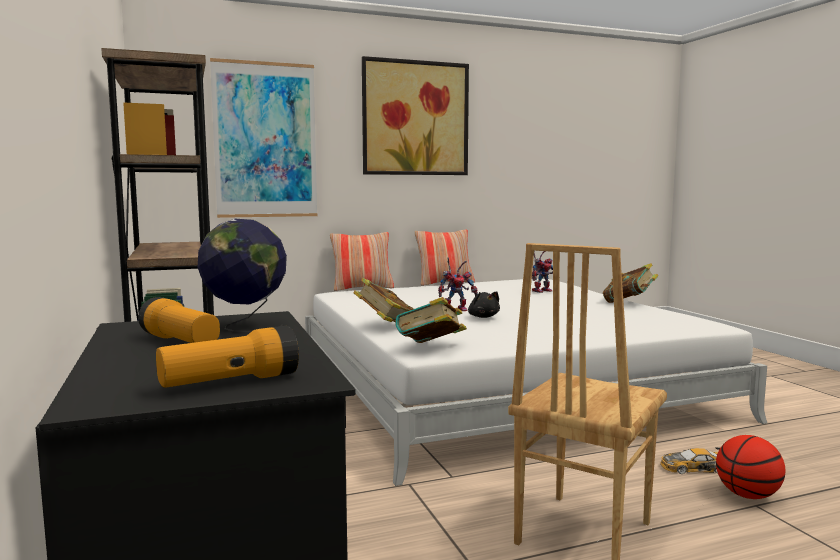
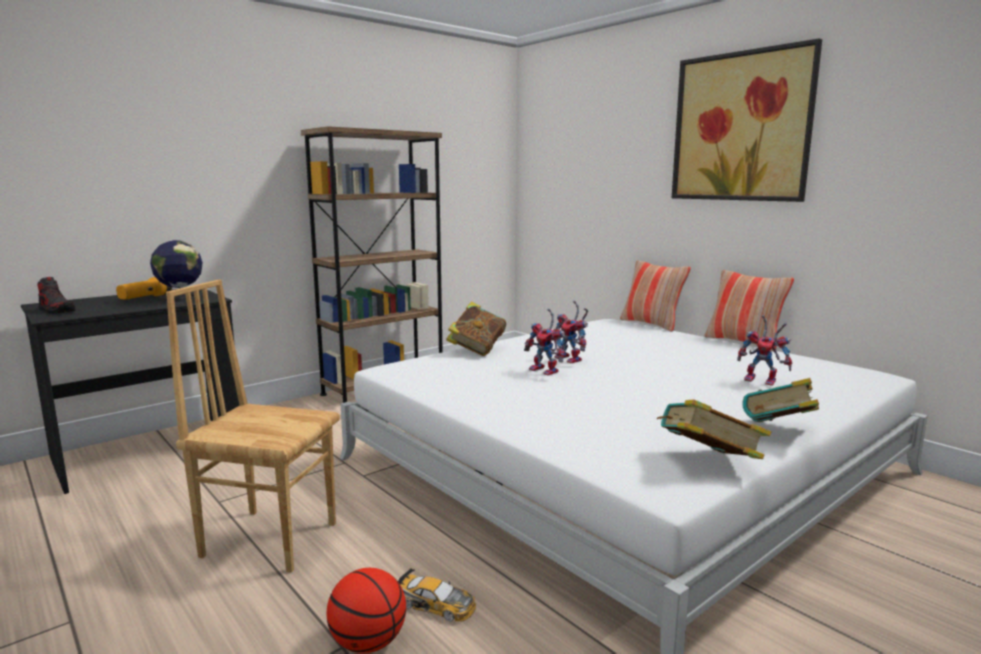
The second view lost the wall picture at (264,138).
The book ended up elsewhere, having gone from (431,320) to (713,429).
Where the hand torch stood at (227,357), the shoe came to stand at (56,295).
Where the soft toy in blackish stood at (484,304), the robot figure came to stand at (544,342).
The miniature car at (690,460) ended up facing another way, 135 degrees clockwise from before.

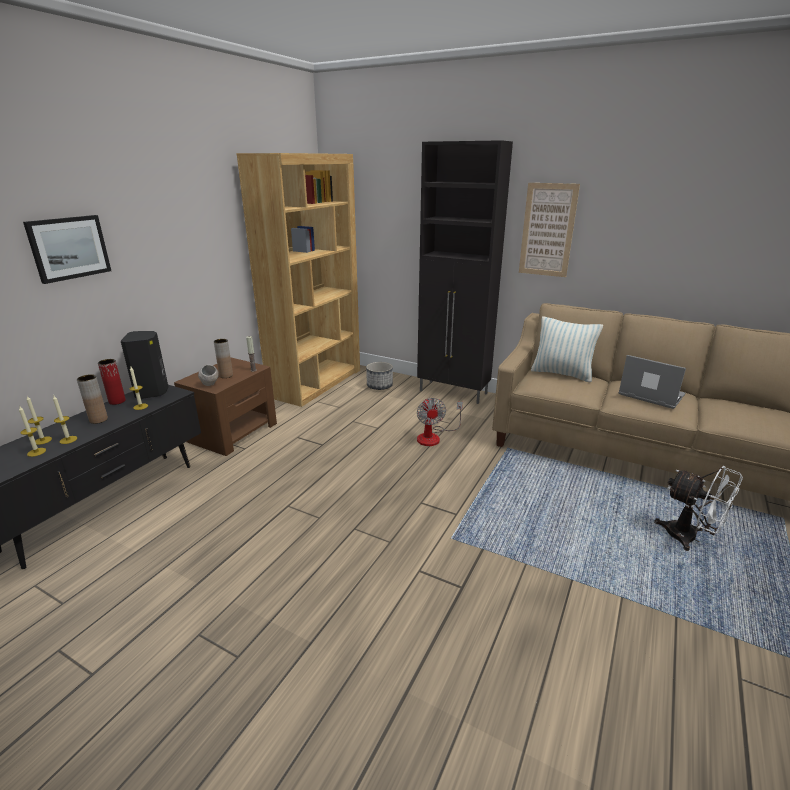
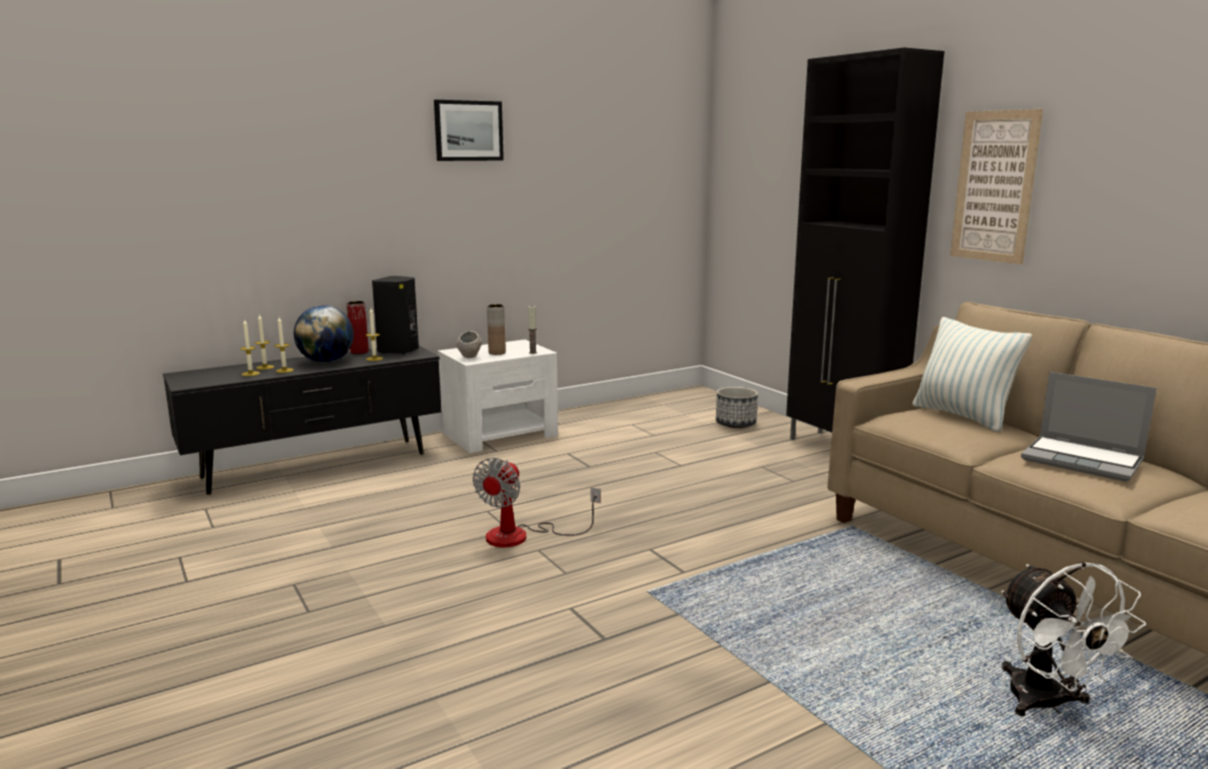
The second view lost the bookshelf in brownish at (298,280).
The wall picture ended up elsewhere, having gone from (67,249) to (469,130).
The electric fan ended up elsewhere, having gone from (440,421) to (537,502).
Where the vase in brownish stood at (92,399), the globe came to stand at (324,334).
What was the bedside table in brownish at (225,407) turned into the bedside table in whitish at (498,396).
The laptop at (652,382) ended up facing another way, 150 degrees clockwise from before.

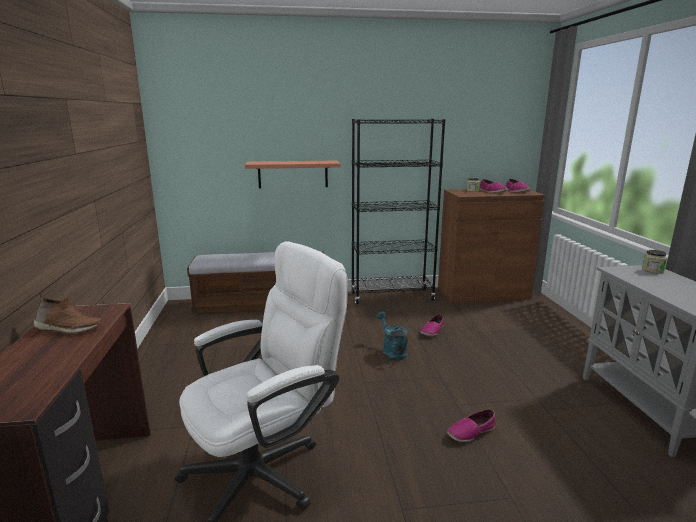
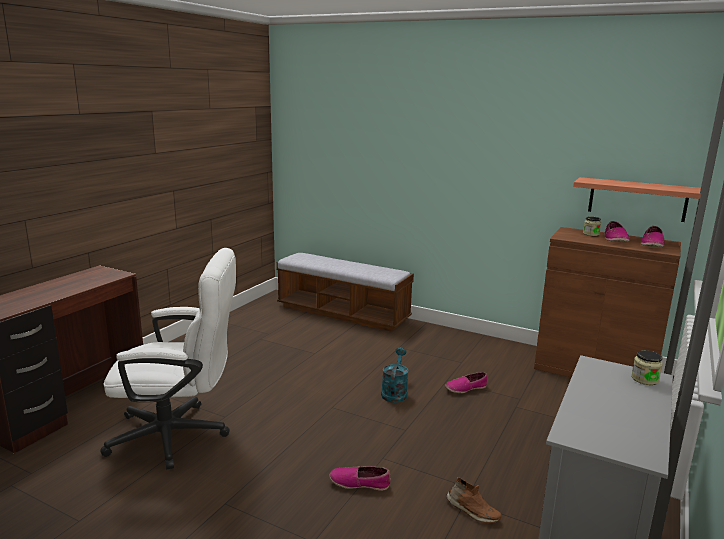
The second view lost the bookshelf in blackish at (398,211).
The shoe in brownish ended up elsewhere, having gone from (67,315) to (473,500).
The wall shelf ended up elsewhere, having gone from (292,175) to (637,199).

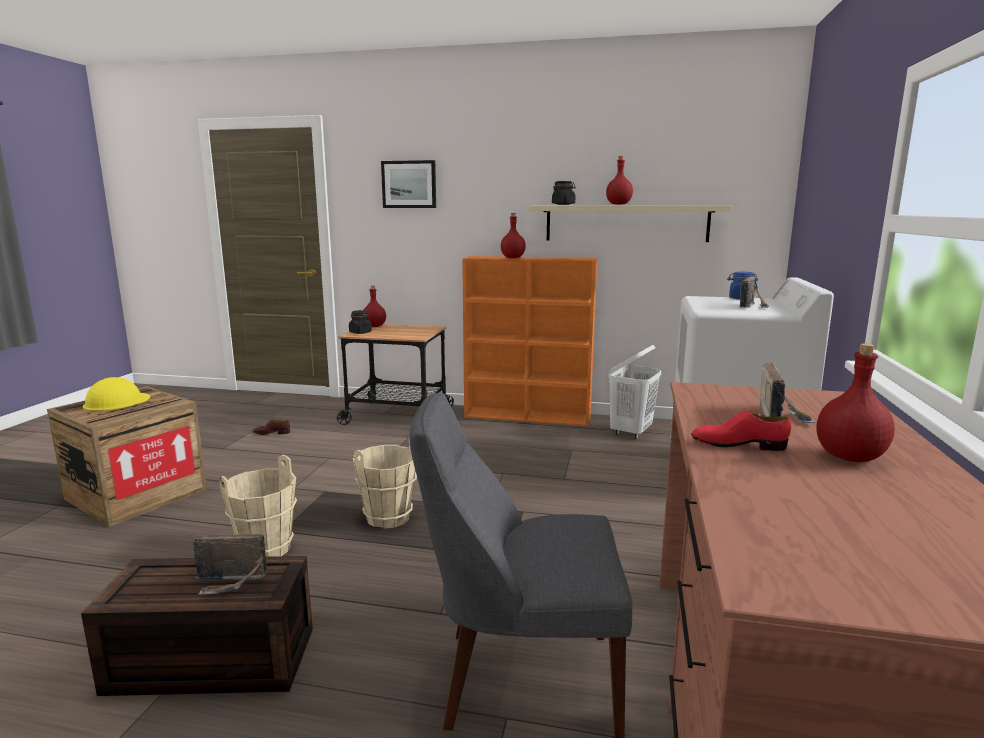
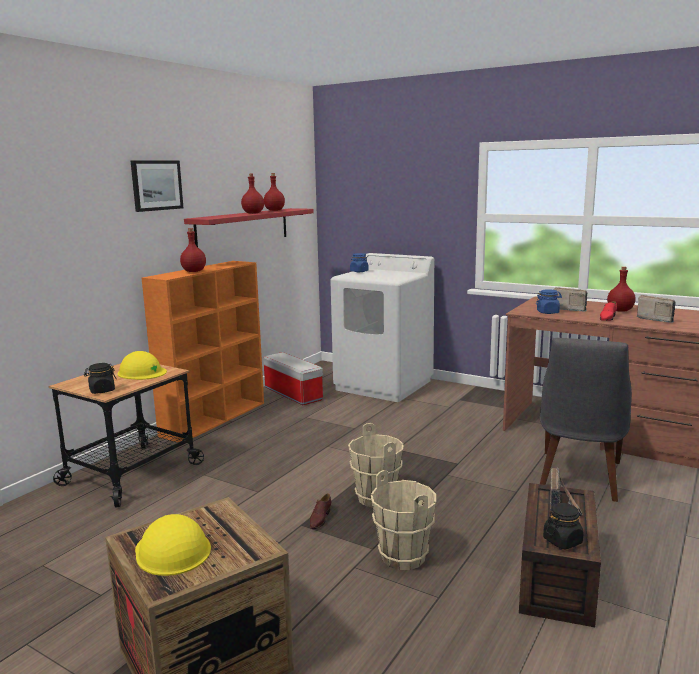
The second view gained the safety helmet in yellow-coloured at (142,365).
The second view gained the jar in bluish at (549,301).
The shoe in brownish ended up elsewhere, having gone from (271,427) to (320,511).
The bottle in reddish ended up elsewhere, having gone from (375,306) to (274,192).
The wall picture ended up elsewhere, having gone from (408,184) to (157,186).
The jar in blackish ended up elsewhere, having gone from (564,193) to (563,526).
The radio ended up elsewhere, having gone from (754,292) to (656,309).
Where the laundry basket in whitish stood at (634,392), the storage bin came to stand at (293,378).
What was the wall shelf in beige at (630,223) turned into the wall shelf in reddish at (249,227).

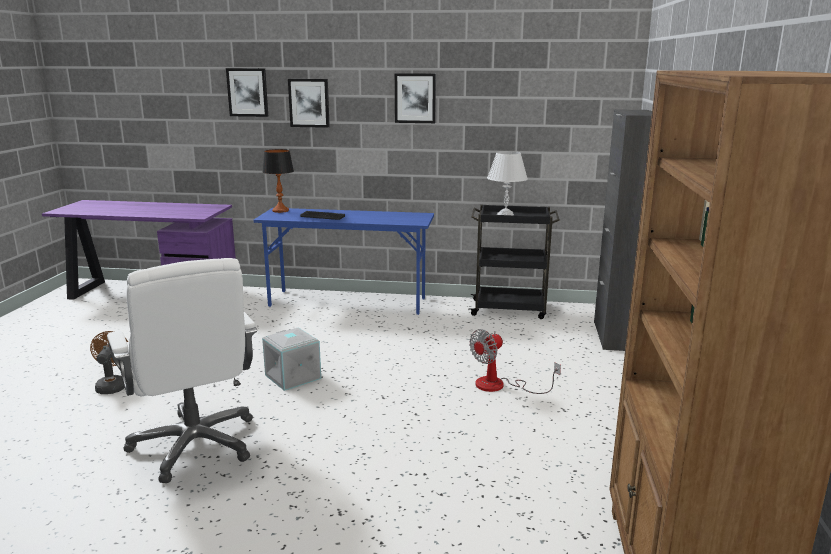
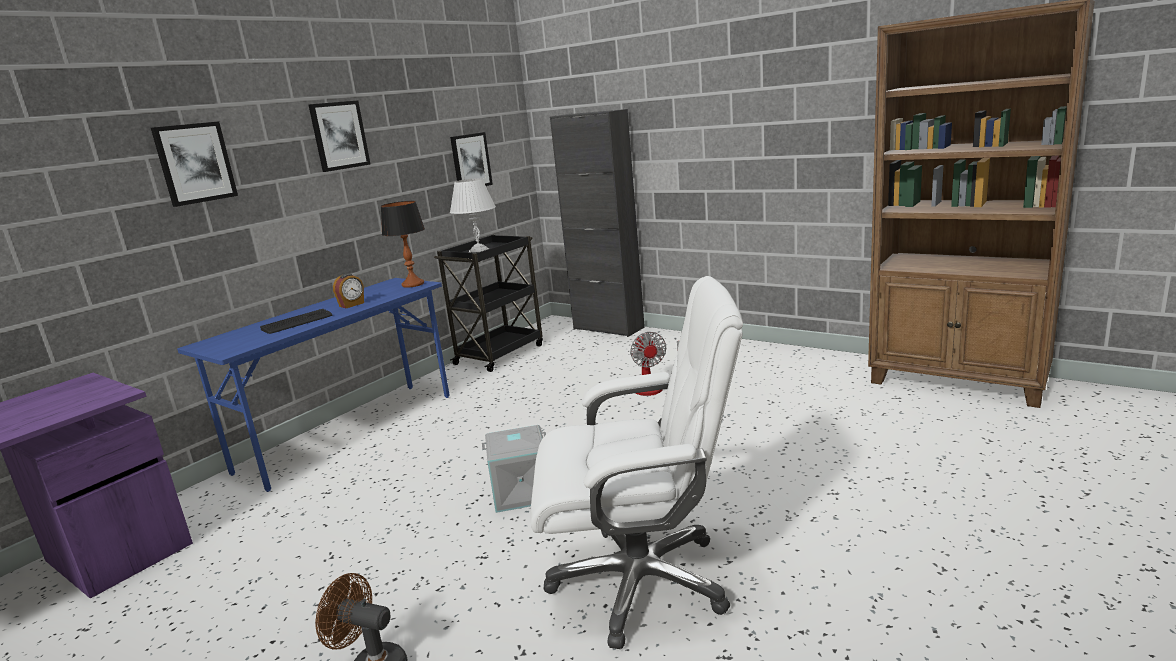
The second view gained the bedside clock at (348,291).
The wall picture ended up elsewhere, having gone from (247,92) to (471,159).
The table lamp ended up elsewhere, having gone from (278,181) to (403,244).

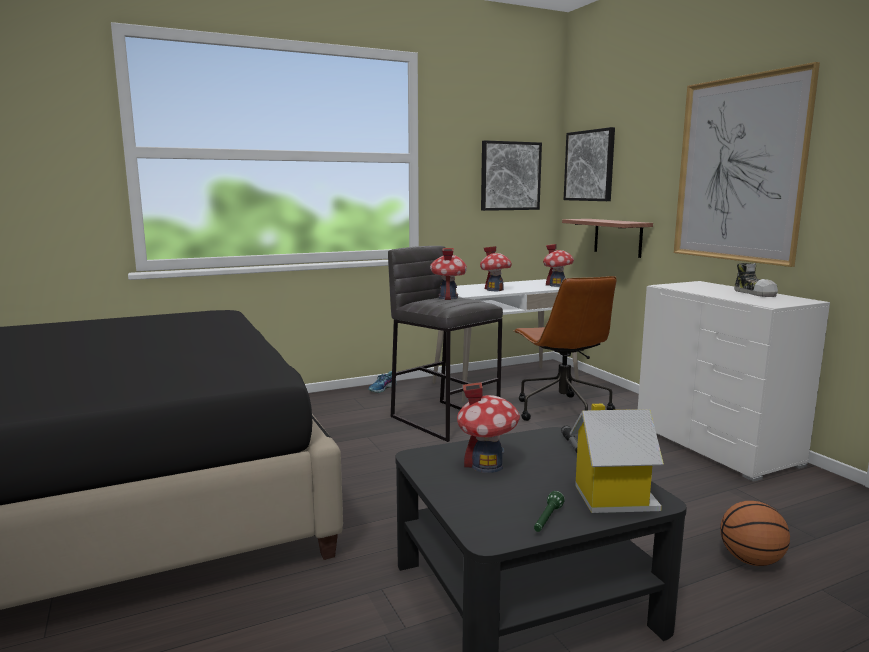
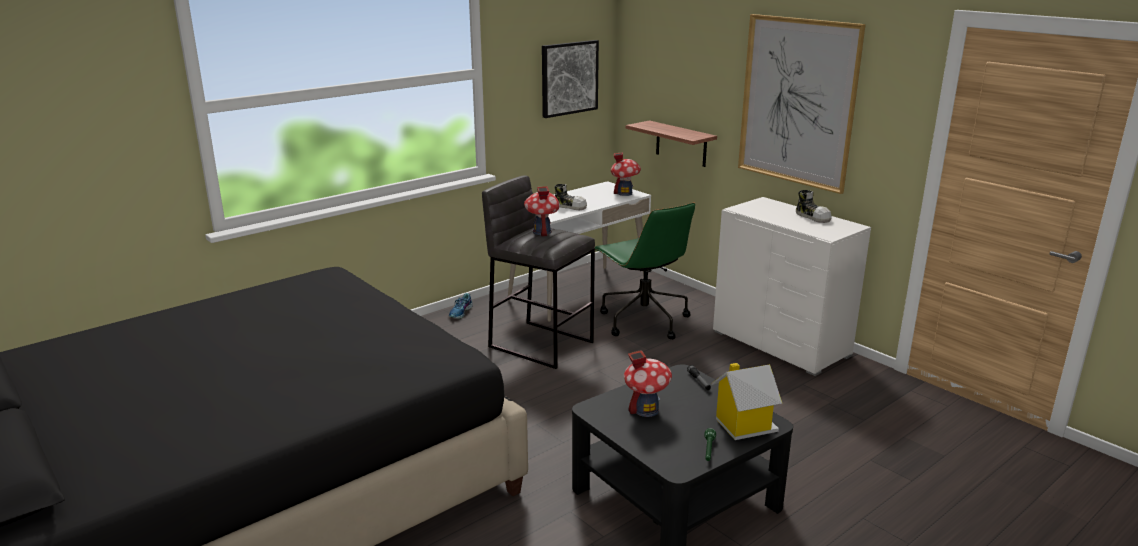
The second view lost the wall picture at (589,164).
The second view lost the basketball ball at (755,533).
Where the toy house stood at (496,268), the shoe came to stand at (571,197).
What was the office chair in brownish at (565,348) turned into the office chair in greenish at (645,271).

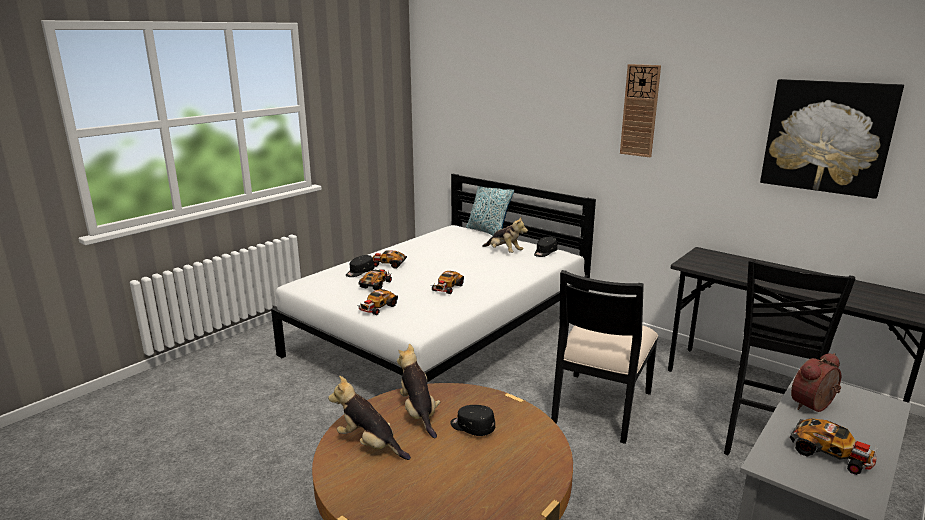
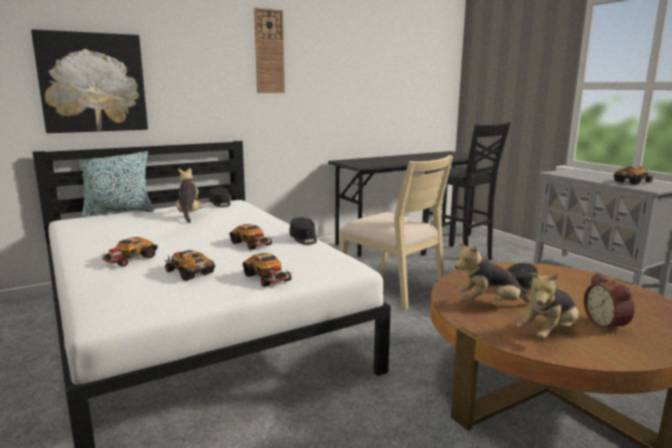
The cap in blackish ended up elsewhere, having gone from (360,266) to (303,231).
The wall picture ended up elsewhere, having gone from (832,139) to (89,81).
The bedside clock ended up elsewhere, having gone from (816,382) to (609,302).
What was the plain chair in blackish at (604,357) turned into the plain chair in beige at (396,232).
The soft toy at (505,235) ended up facing another way, 75 degrees counterclockwise from before.

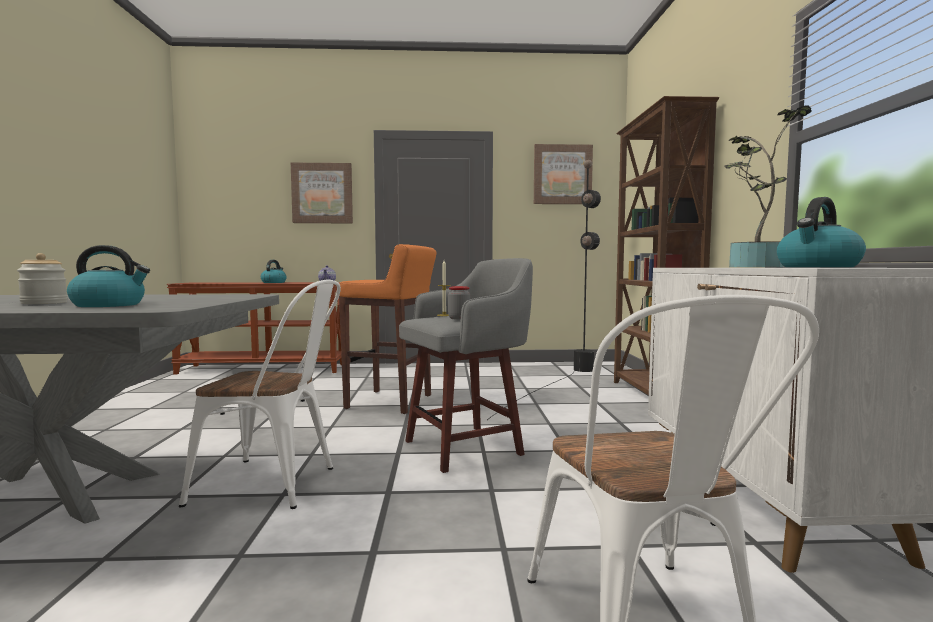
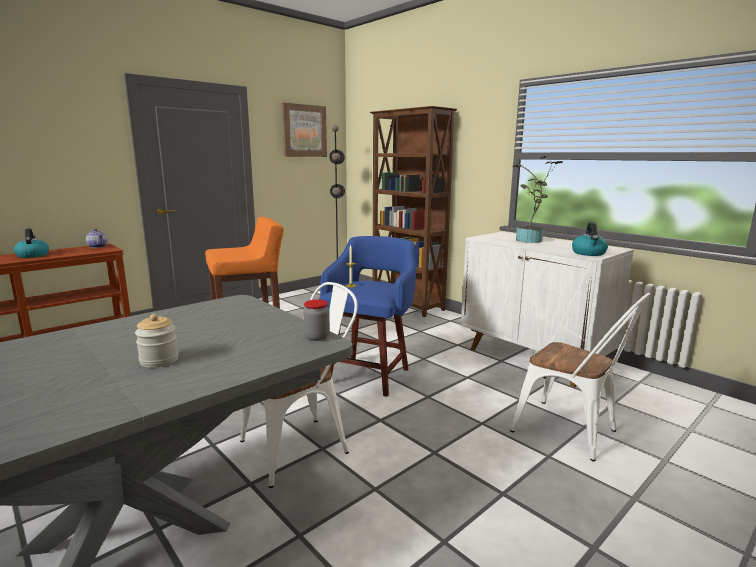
The second view lost the kettle at (108,276).
The second view lost the wall picture at (322,192).
The jar ended up elsewhere, having gone from (459,303) to (317,320).
What was the sitting stool in gray at (466,365) turned into the sitting stool in bluish at (367,316).

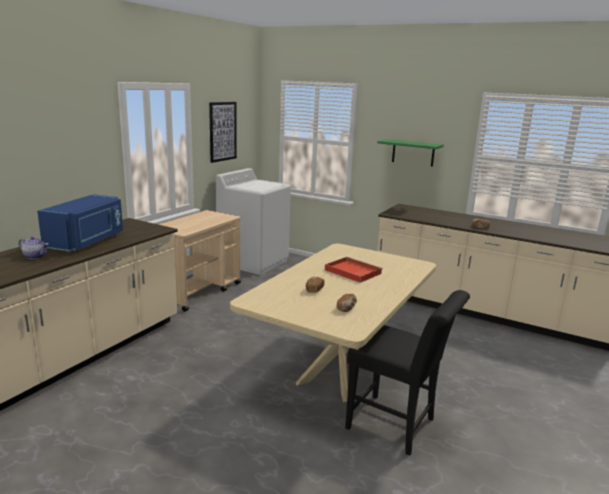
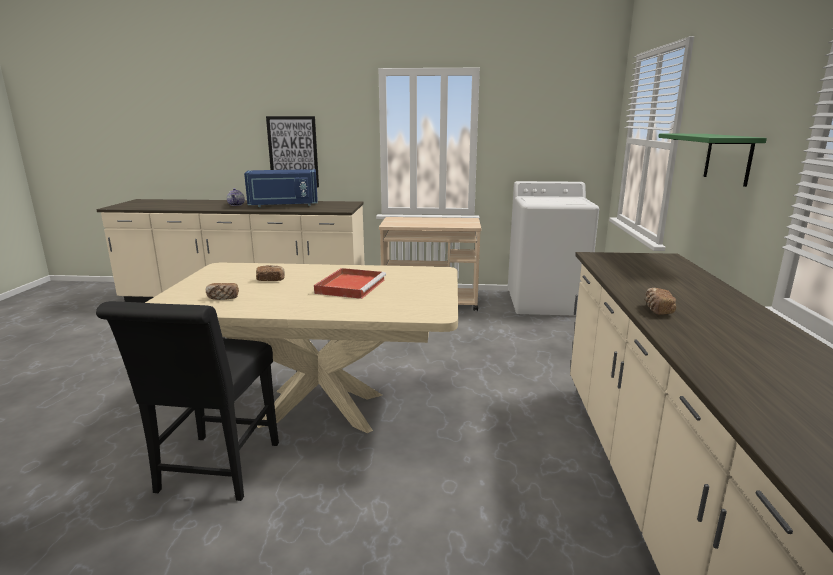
The wall picture ended up elsewhere, having gone from (223,132) to (292,151).

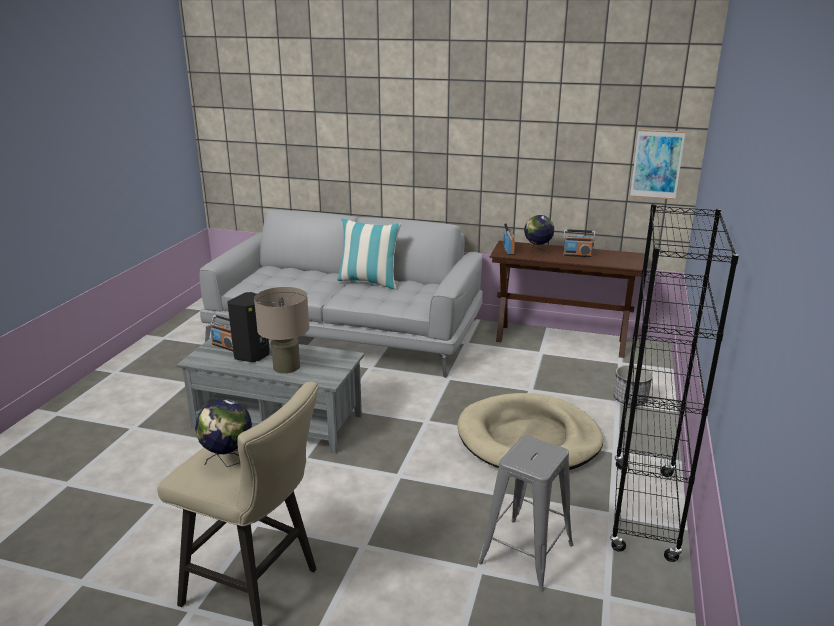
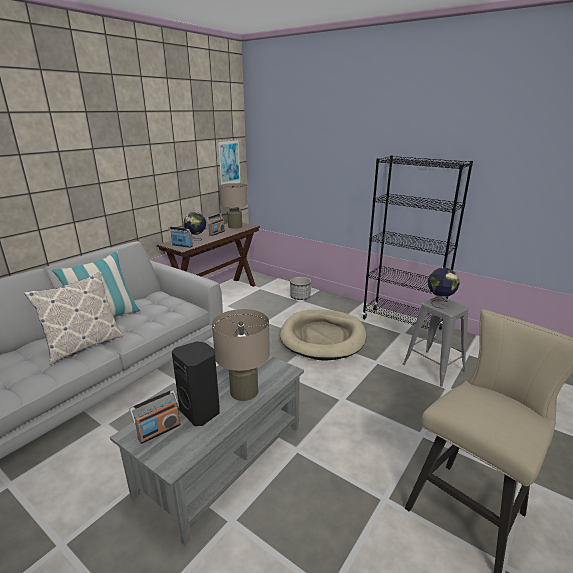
The second view gained the pillow at (73,318).
The second view gained the table lamp in beige at (233,206).
The globe ended up elsewhere, having gone from (223,433) to (444,288).

